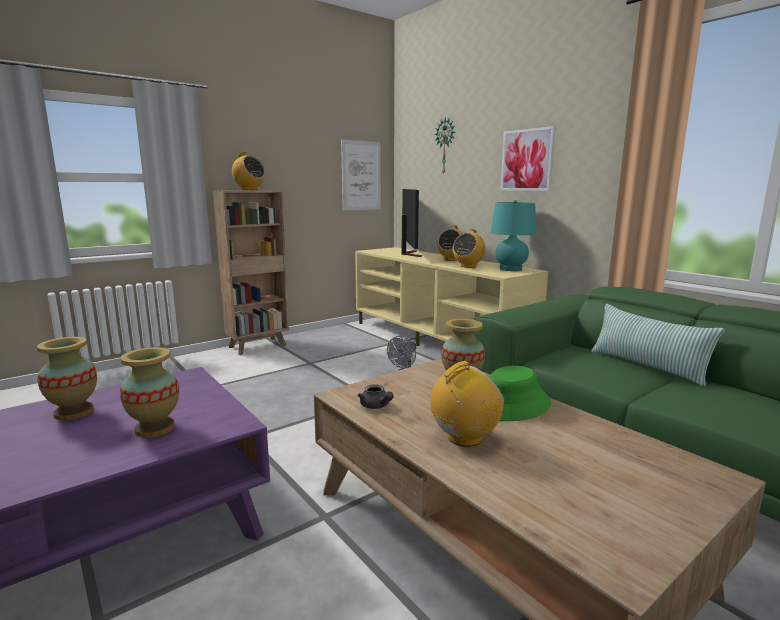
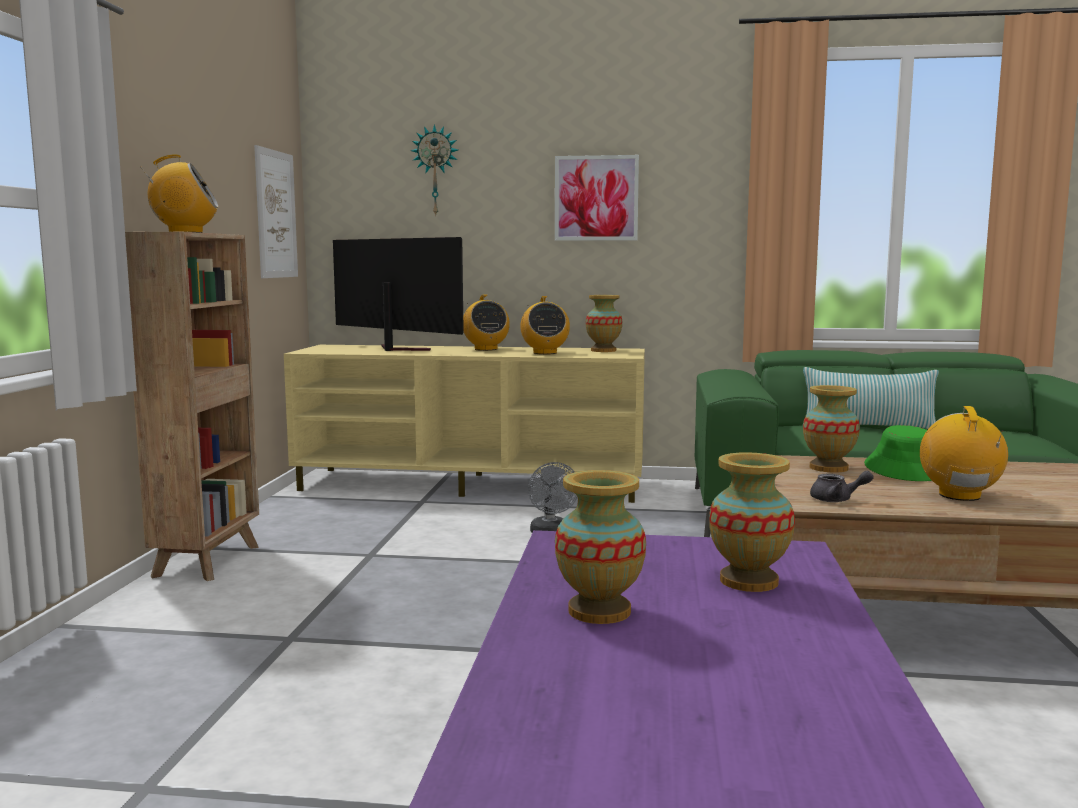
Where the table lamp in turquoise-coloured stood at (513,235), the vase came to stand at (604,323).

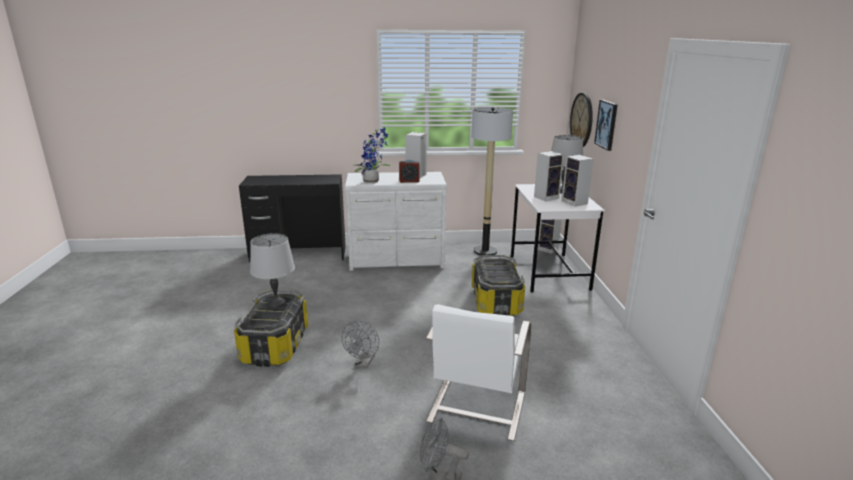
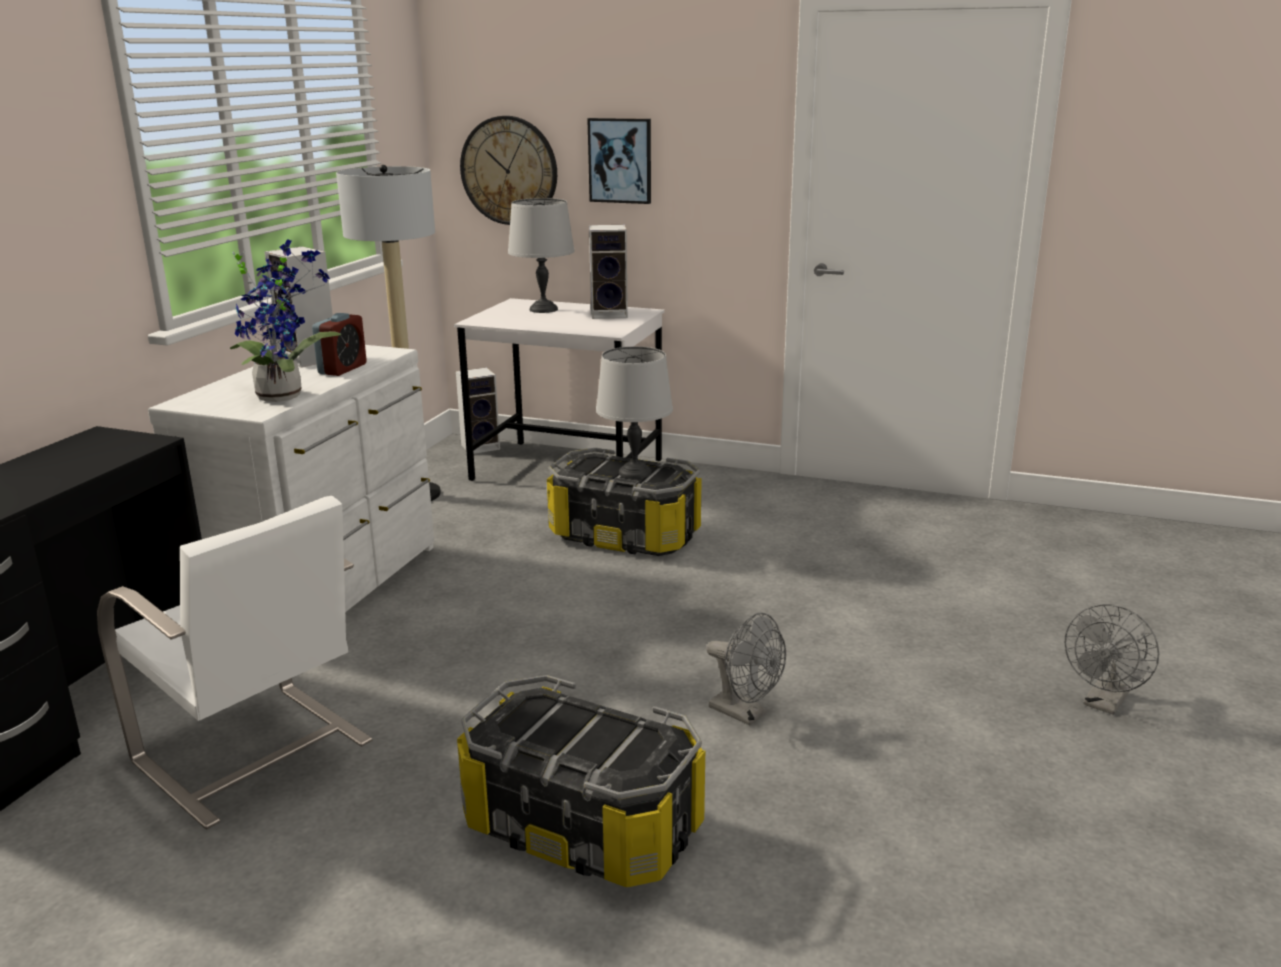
The second view lost the speaker at (549,176).
The table lamp in gray ended up elsewhere, having gone from (272,270) to (634,412).
The plain chair in whitish ended up elsewhere, having gone from (478,372) to (234,662).

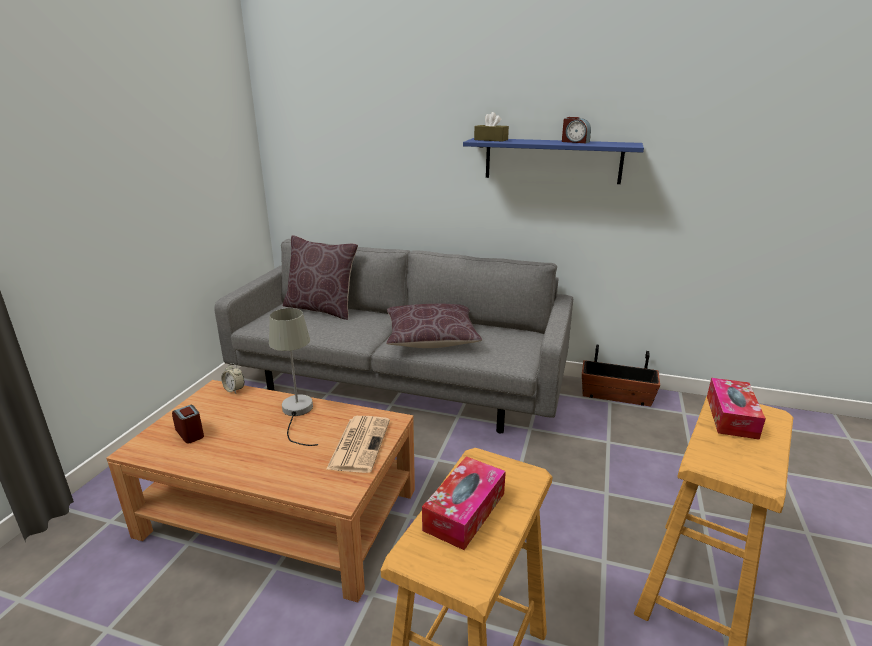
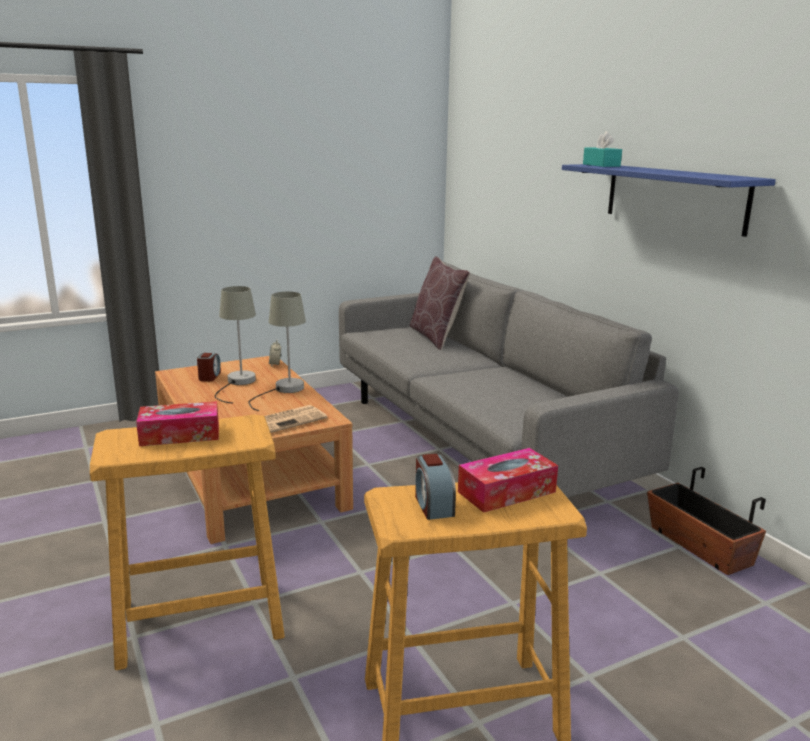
The second view lost the pillow in brownish at (434,326).
The second view gained the table lamp in gray at (235,344).
The bedside clock ended up elsewhere, having gone from (576,130) to (435,487).
What was the tissue holder in brownish at (491,127) turned into the tissue holder in turquoise-coloured at (602,149).

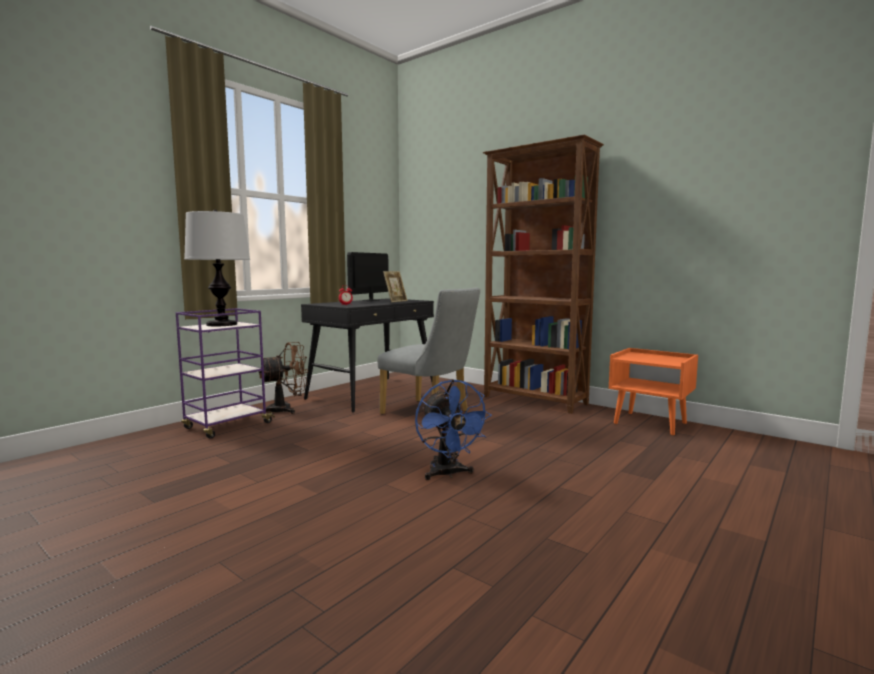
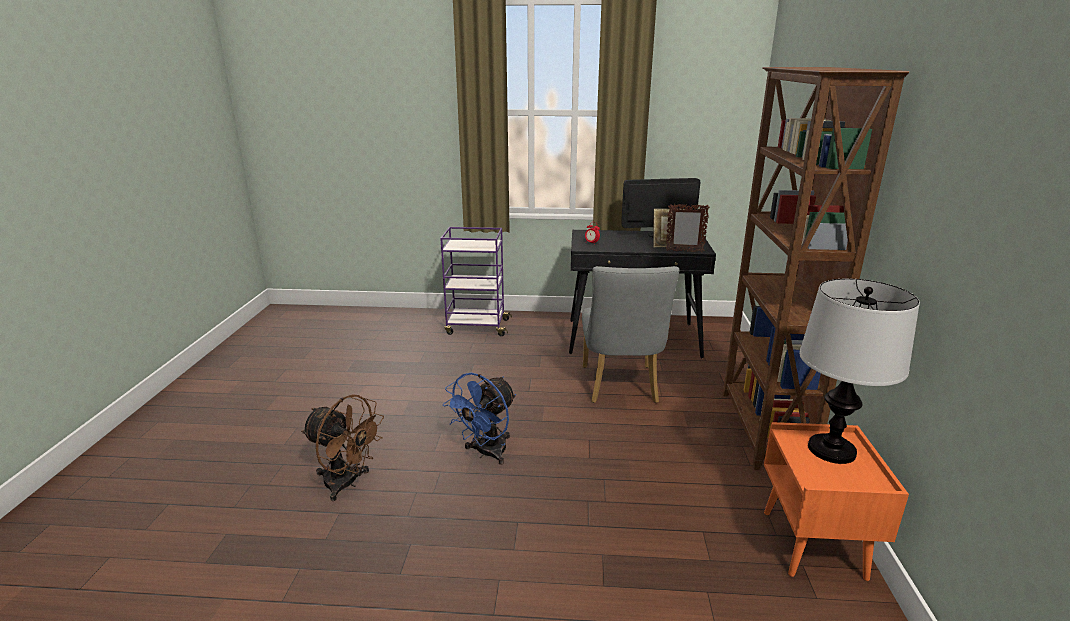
The second view gained the photo frame at (688,228).
The table lamp ended up elsewhere, having gone from (217,268) to (859,371).
The electric fan in brownish ended up elsewhere, having gone from (283,378) to (342,447).

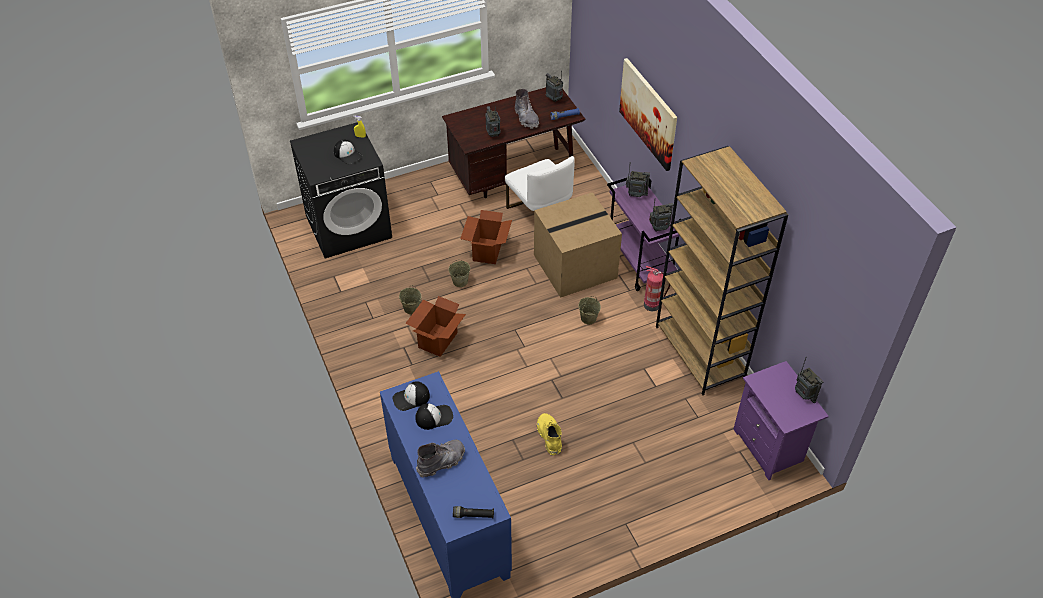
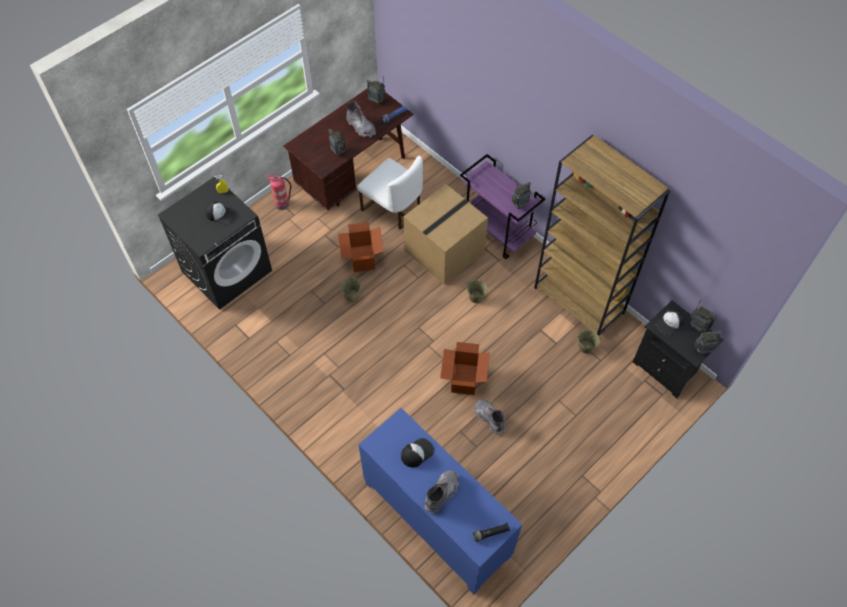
The second view lost the wall picture at (648,114).
The cap ended up elsewhere, having gone from (411,396) to (669,321).
The pail in beige ended up elsewhere, having gone from (410,299) to (588,341).
The carton ended up elsewhere, having gone from (435,326) to (465,368).
The radio ended up elsewhere, having gone from (638,181) to (708,342).
The extinguisher ended up elsewhere, having gone from (657,288) to (278,192).
What was the boot in yellow-coloured at (549,434) turned into the boot in gray at (490,417).
What was the bedside table in purple-coloured at (781,420) turned into the bedside table in blackish at (678,349).

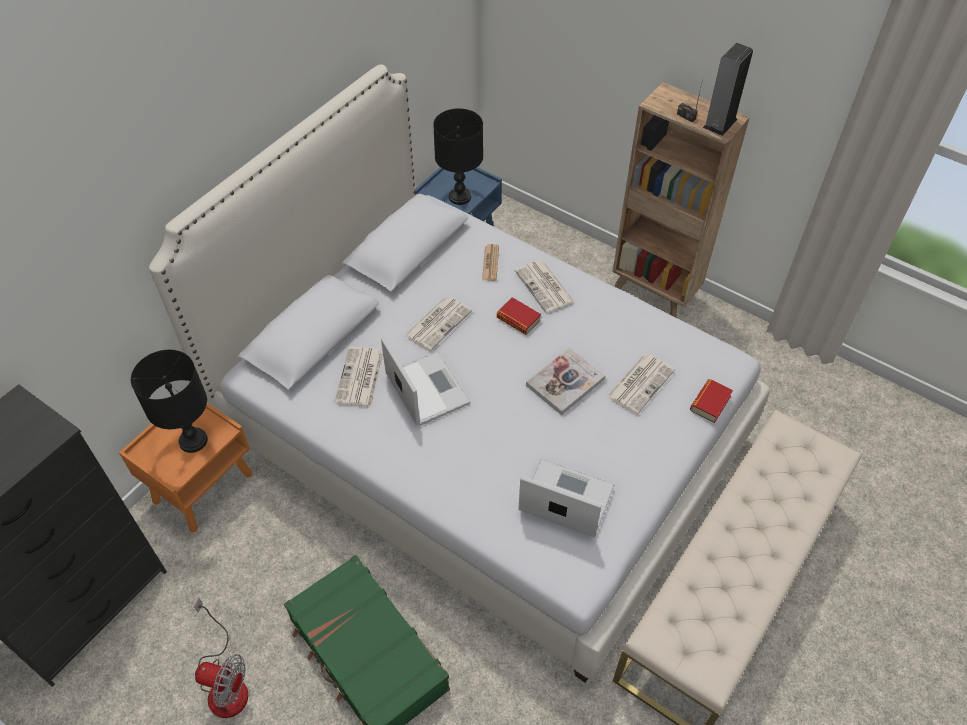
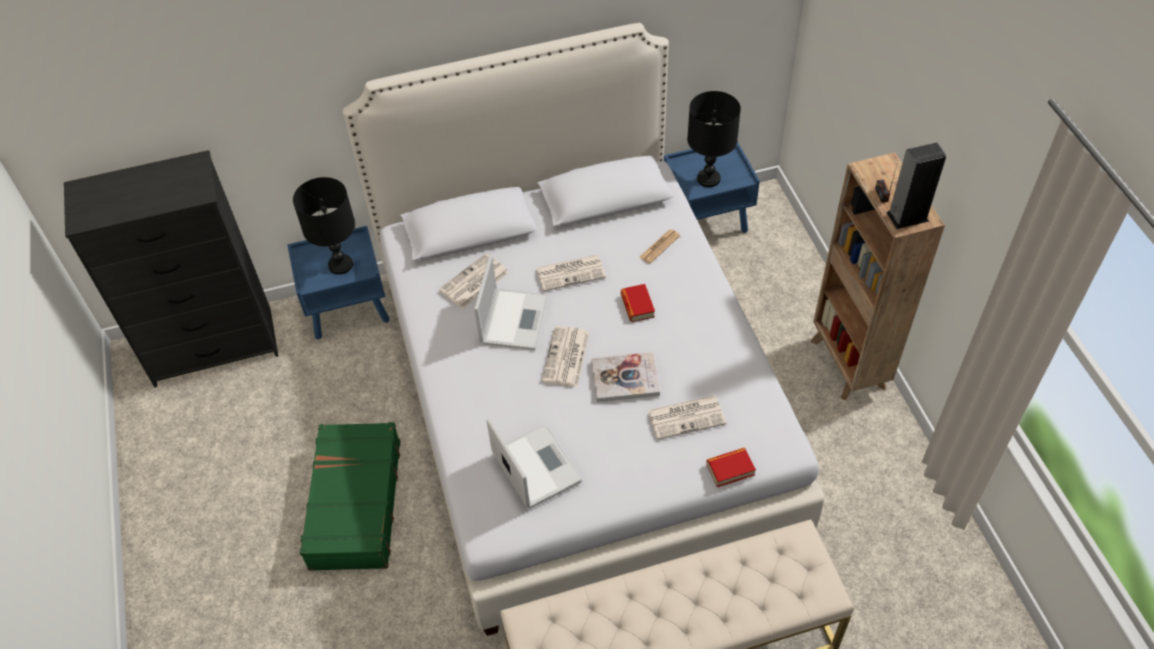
The second view lost the electric fan at (221,658).
The newspaper ended up elsewhere, having gone from (545,286) to (565,356).
What was the bedside table in orange at (186,467) turned into the bedside table in bluish at (338,283).

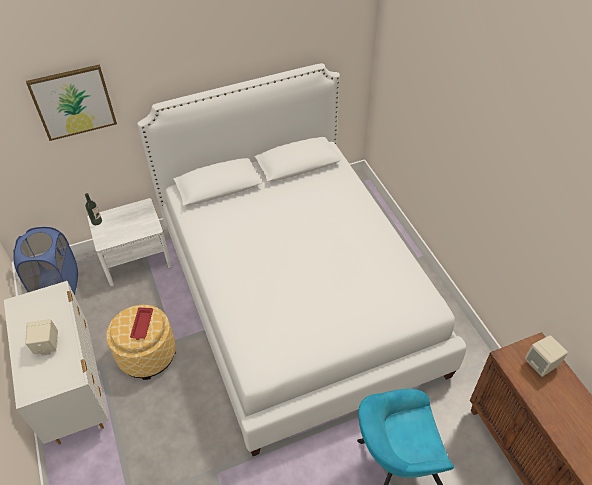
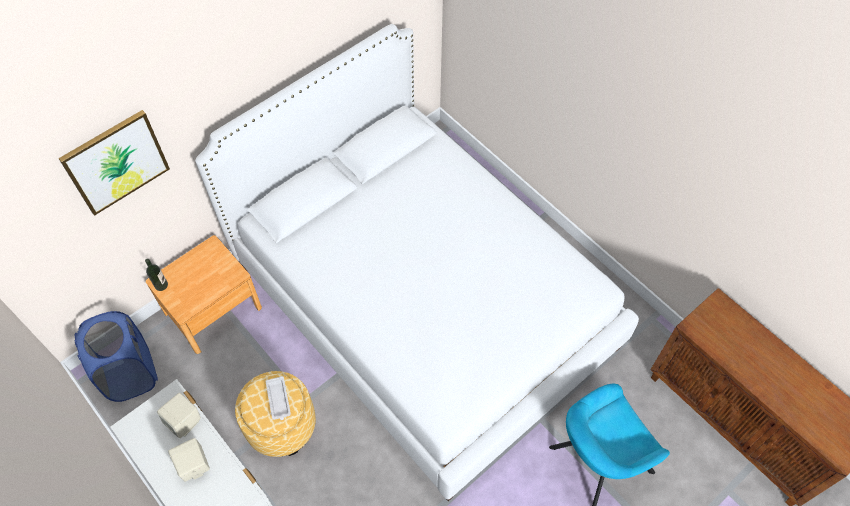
The speaker in beige ended up elsewhere, having gone from (546,356) to (179,415).
What was the bedside table in whitish at (129,242) turned into the bedside table in brownish at (204,294).
What was the serving tray in reddish at (141,324) turned into the serving tray in whitish at (278,398).

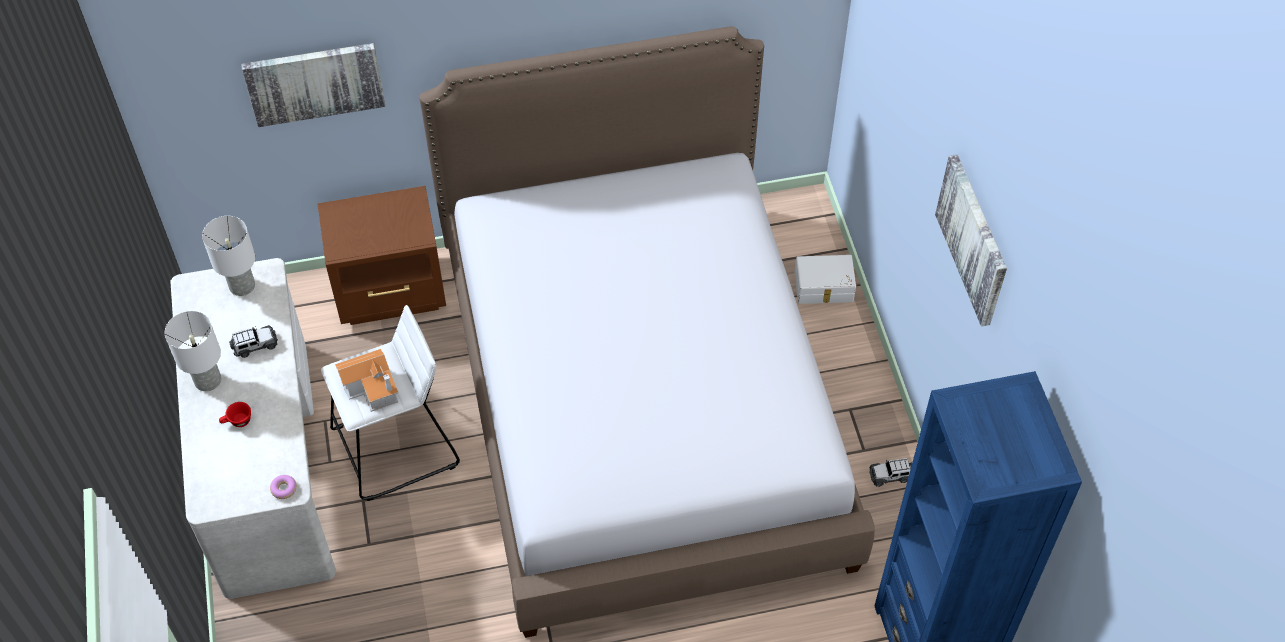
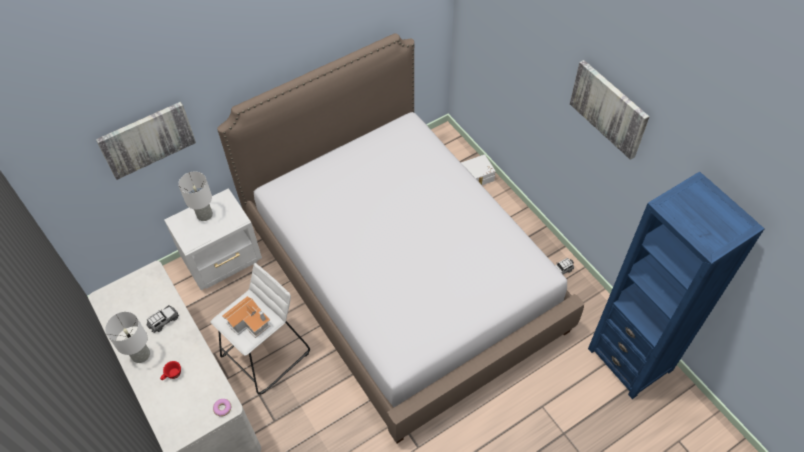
The table lamp in whitish ended up elsewhere, having gone from (228,256) to (195,196).
What was the bedside table in brownish at (382,255) turned into the bedside table in whitish at (213,239).

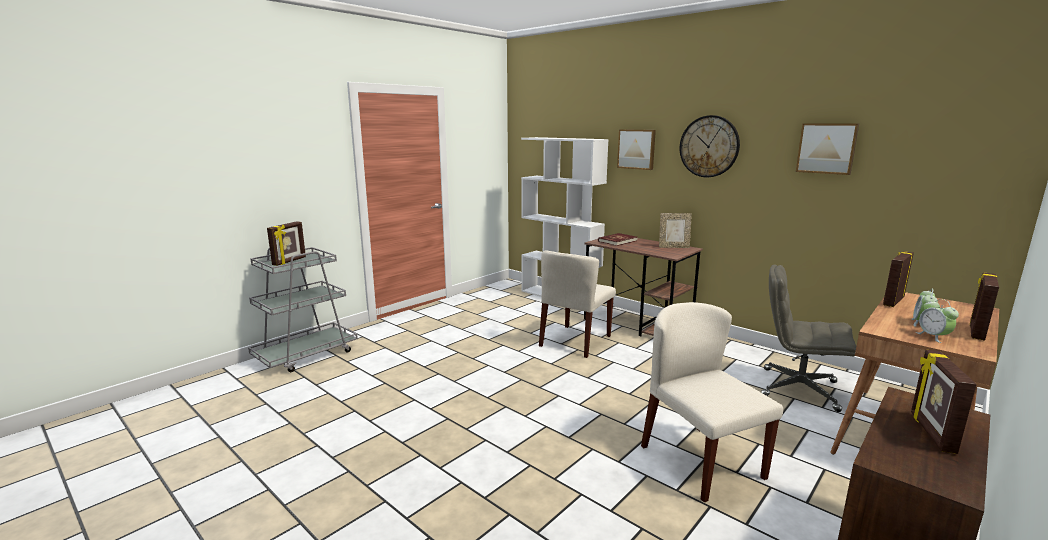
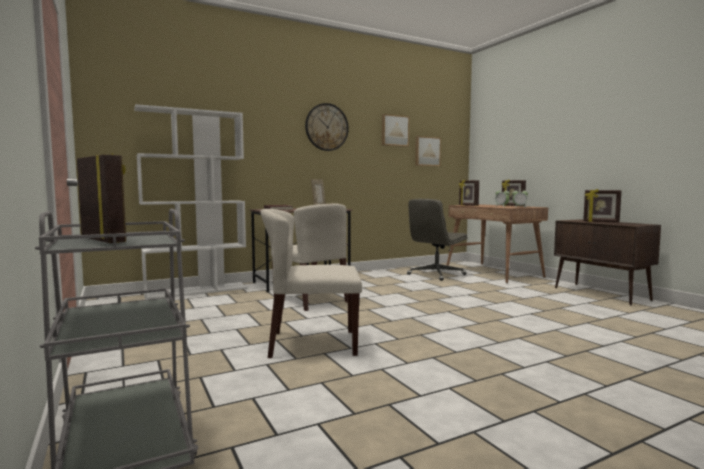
The wall picture ended up elsewhere, having gone from (636,149) to (428,151).
The plain chair in beige ended up elsewhere, having gone from (712,402) to (311,283).

